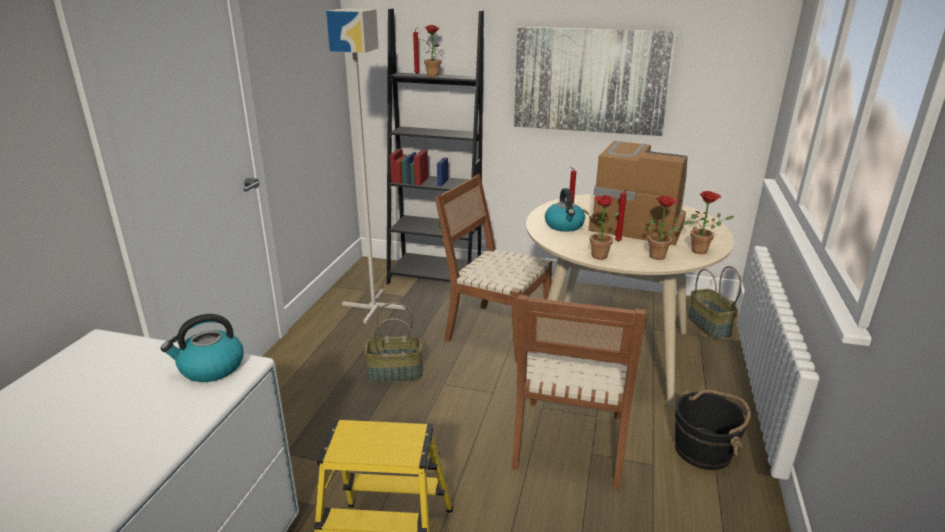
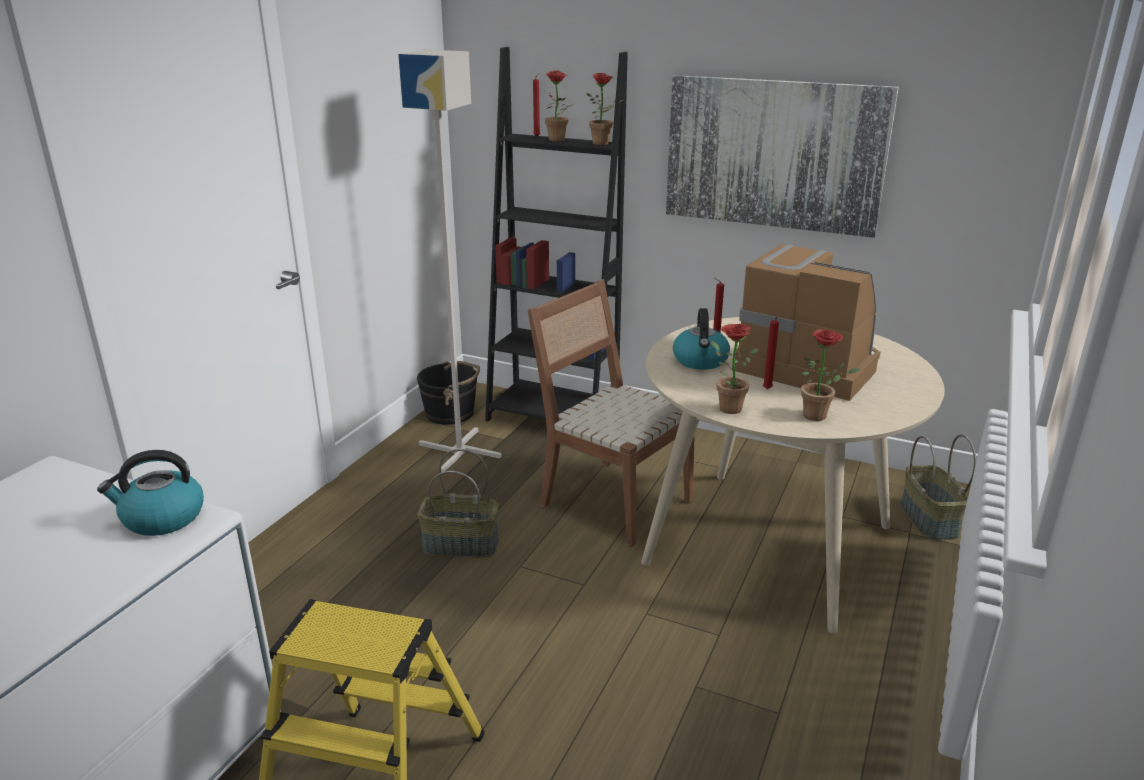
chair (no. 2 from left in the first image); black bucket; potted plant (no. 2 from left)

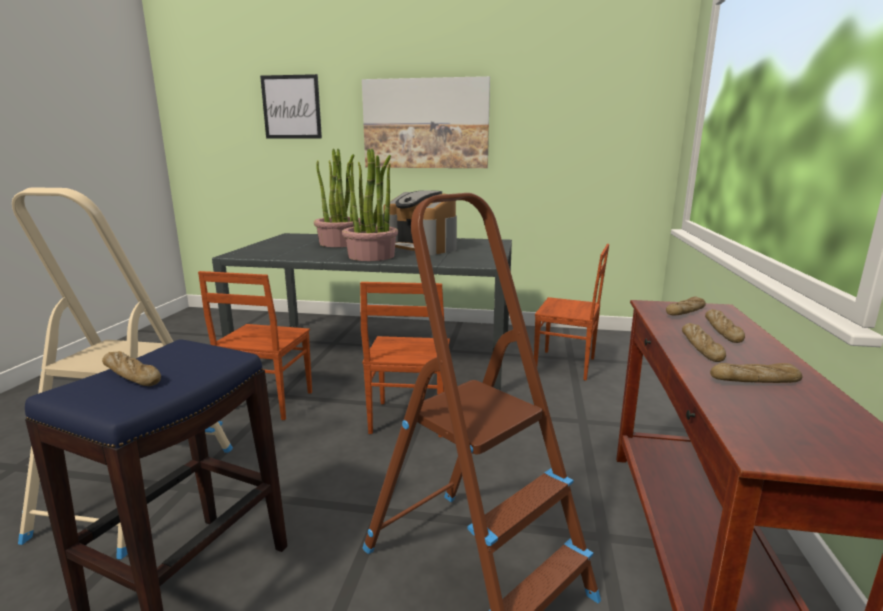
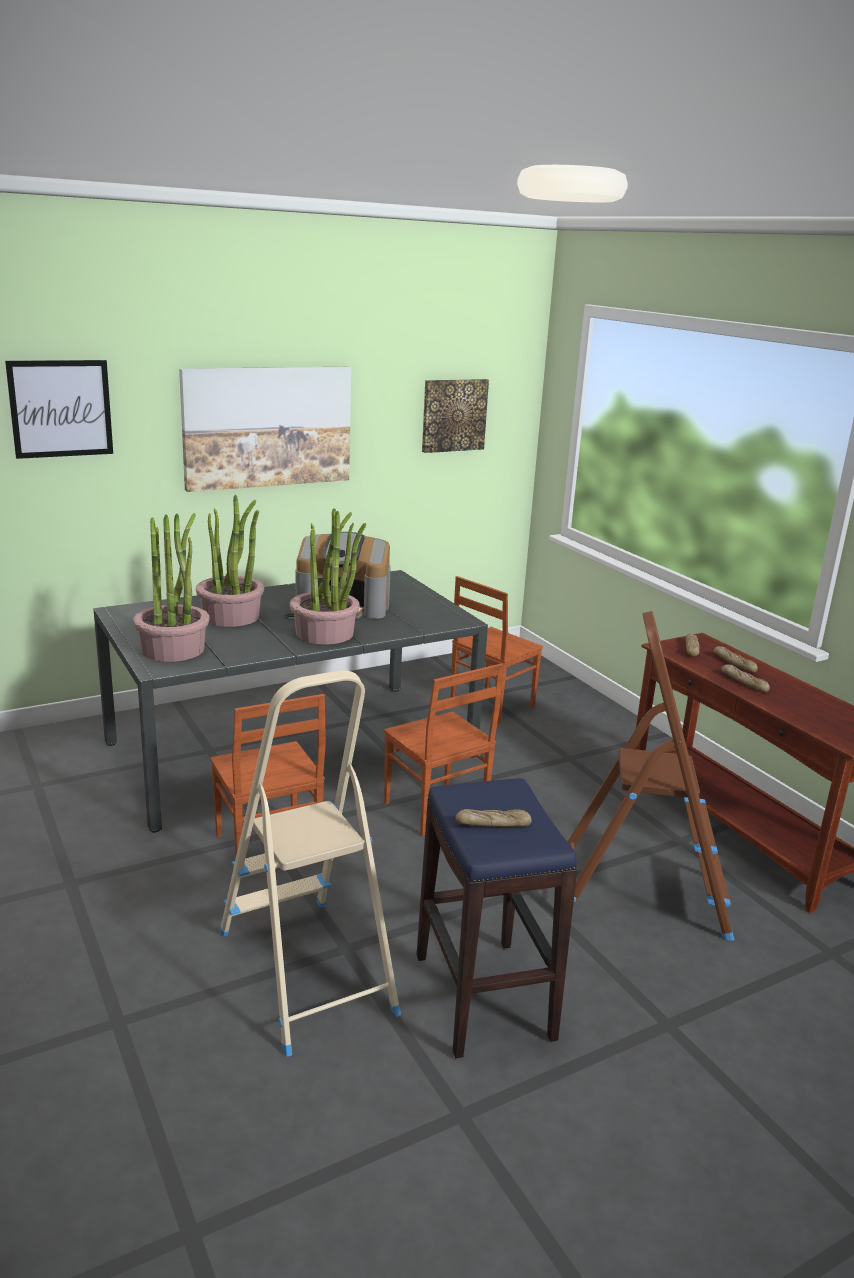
brown chair (no. 3 from left); bread (no. 5 from left in the first image); potted plant (no. 1 from left); picture (no. 3 from left)

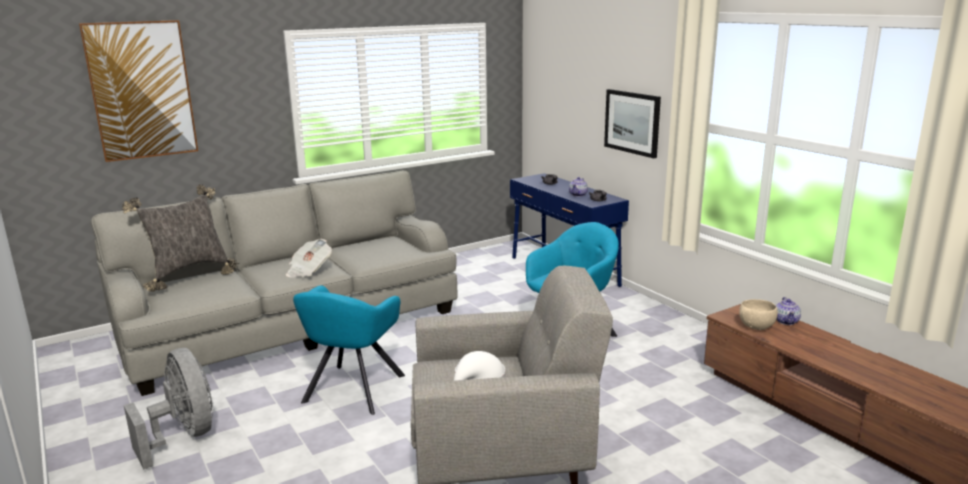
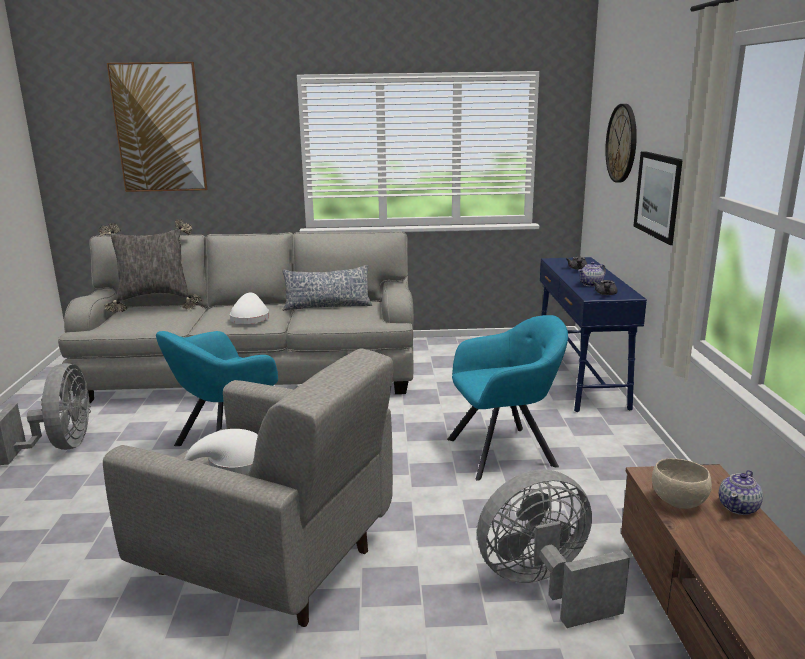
white hat (no. 2 from left); pillow (no. 2 from left); grey fan (no. 2 from left); wall clock

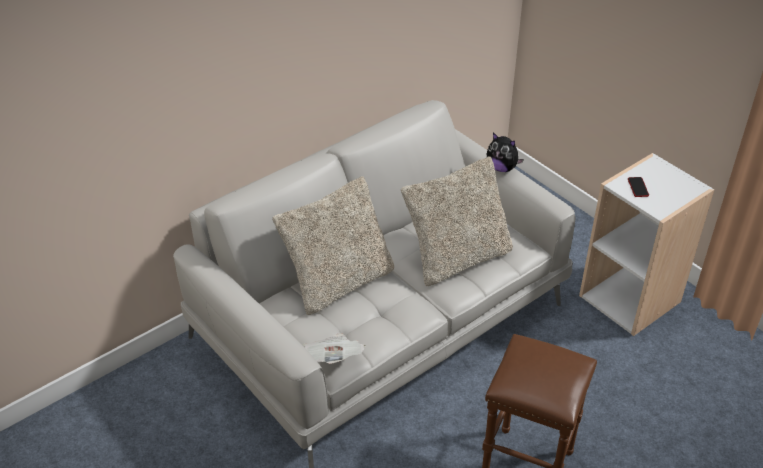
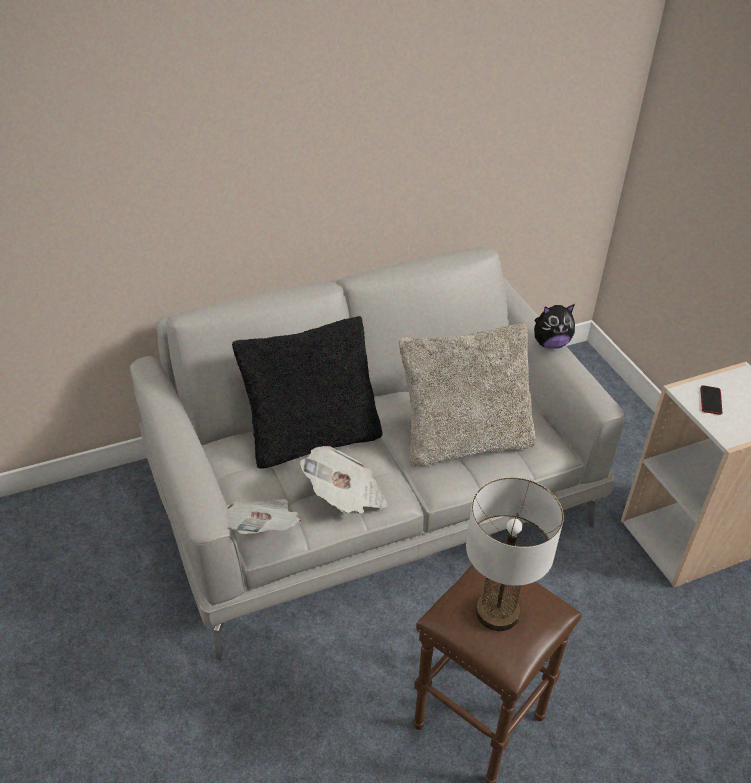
black pillow; plush toy; newspaper (no. 2 from left); table lamp

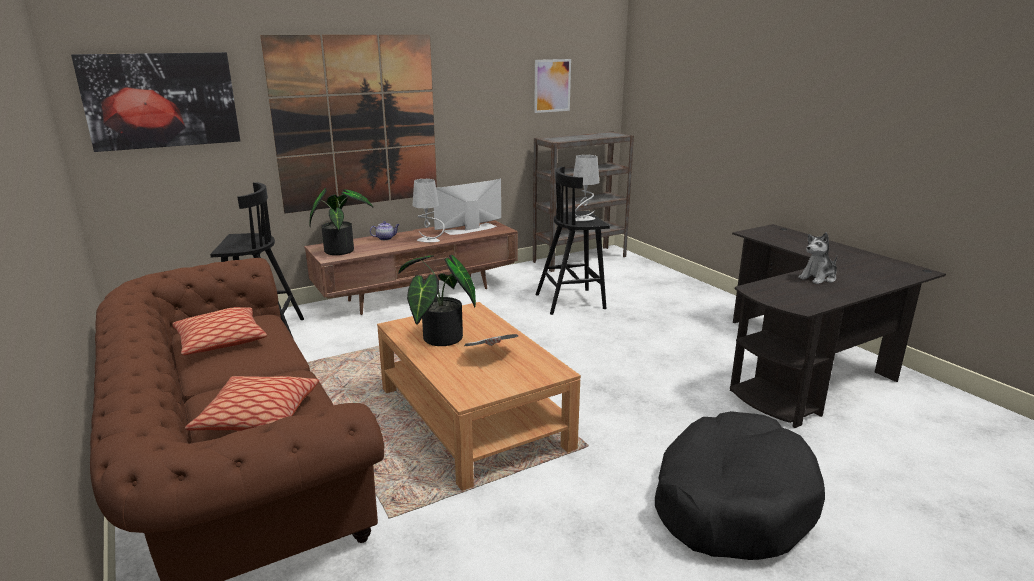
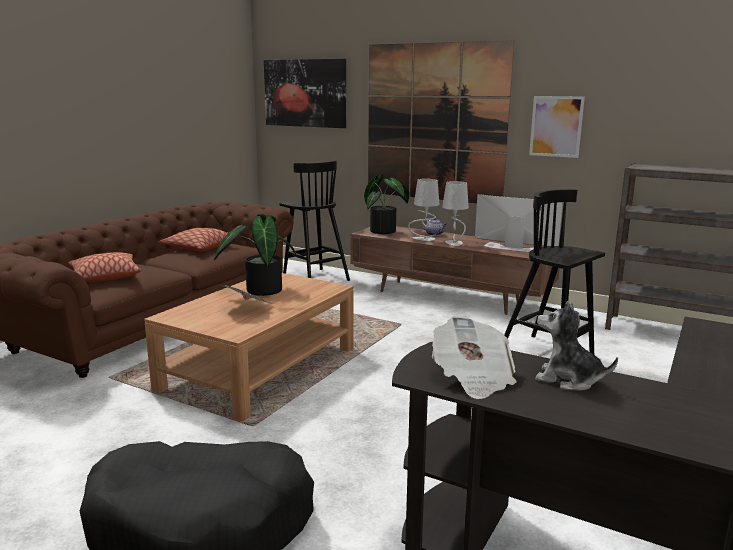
picture (no. 3 from left); grey table lamp (no. 1 from left); newspaper (no. 2 from left)

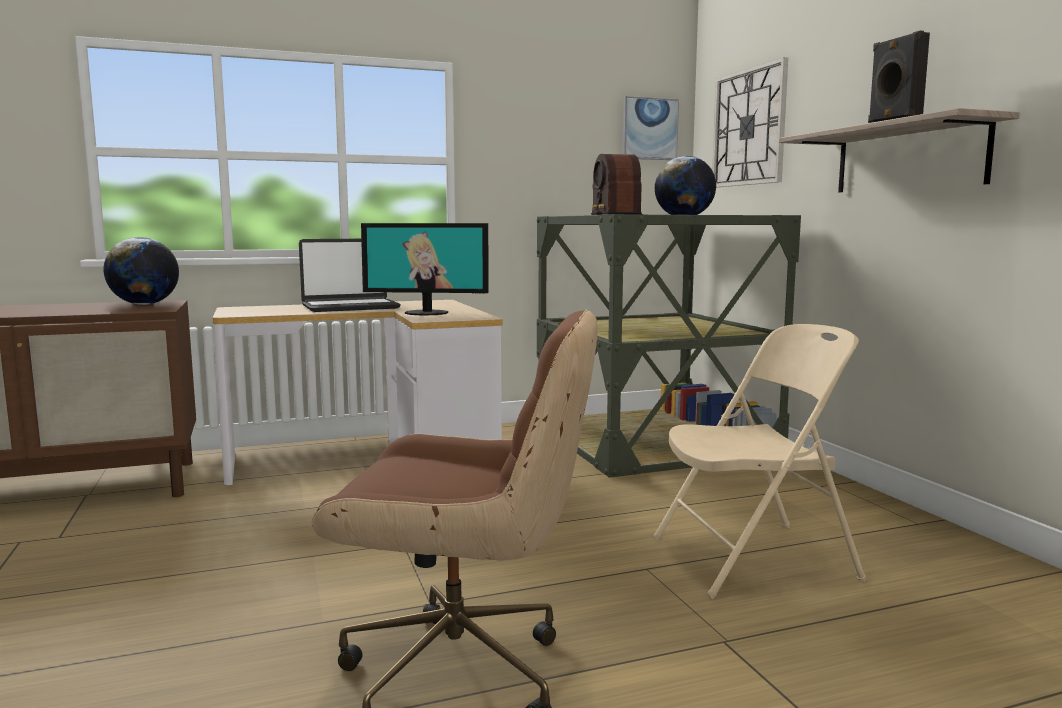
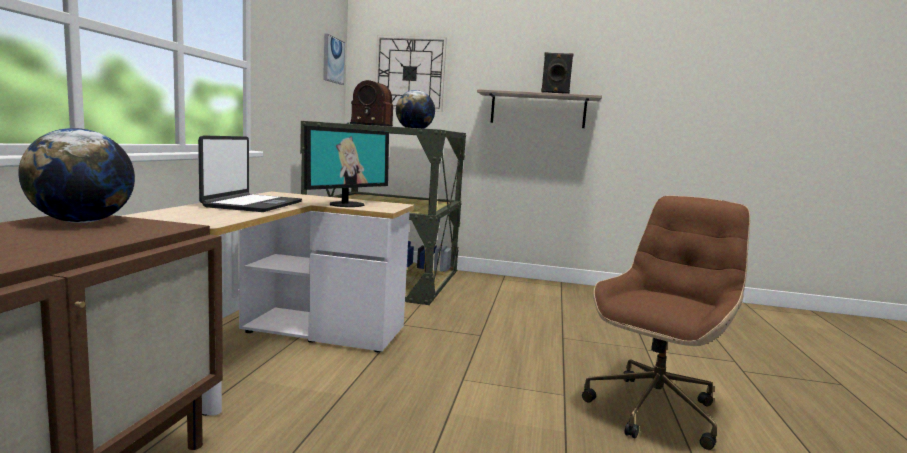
beige chair

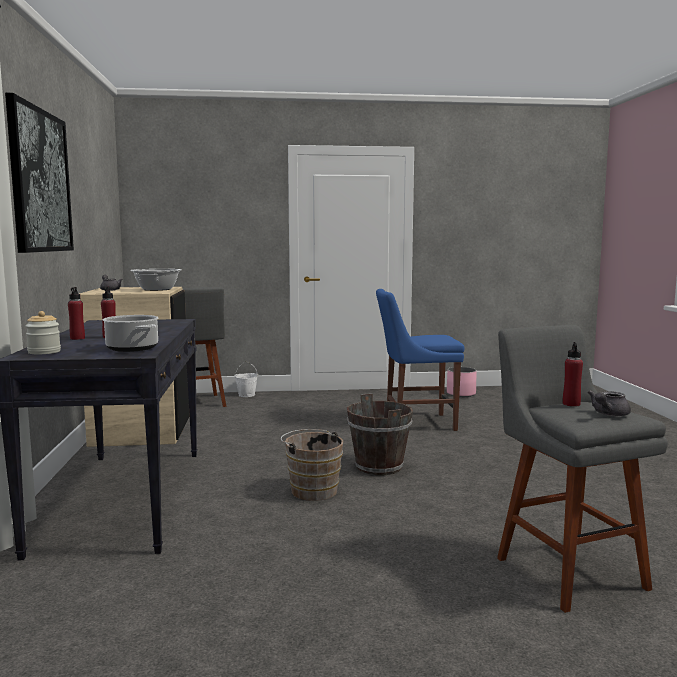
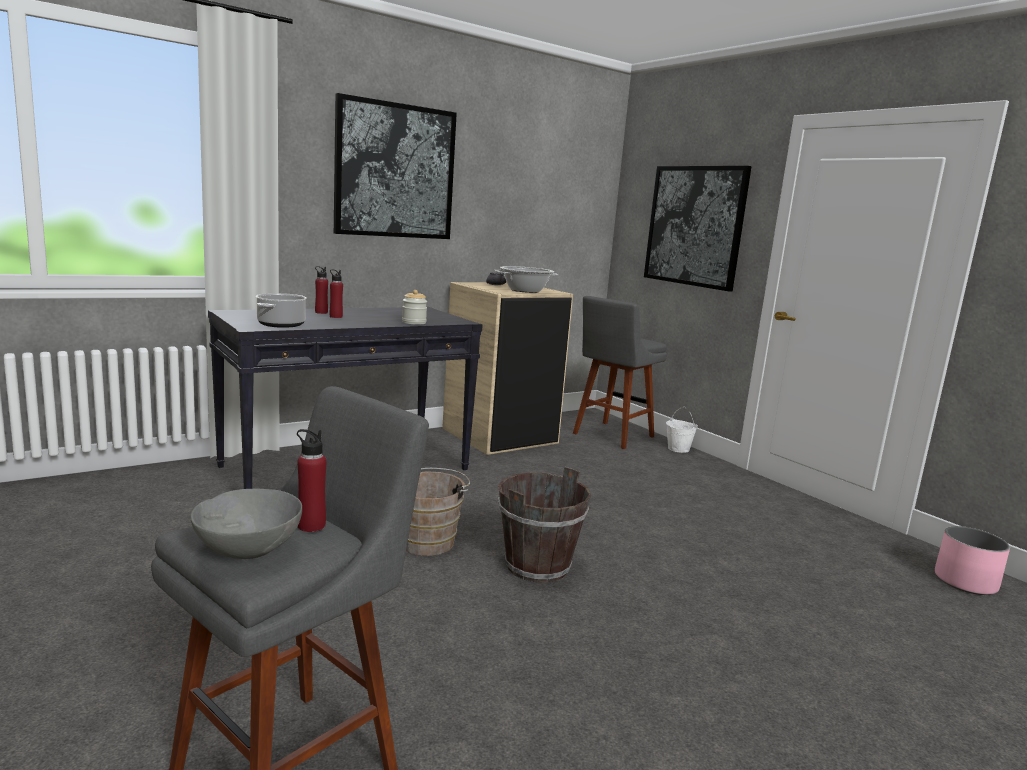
jar; blue chair; grey bowl; picture (no. 2 from left)

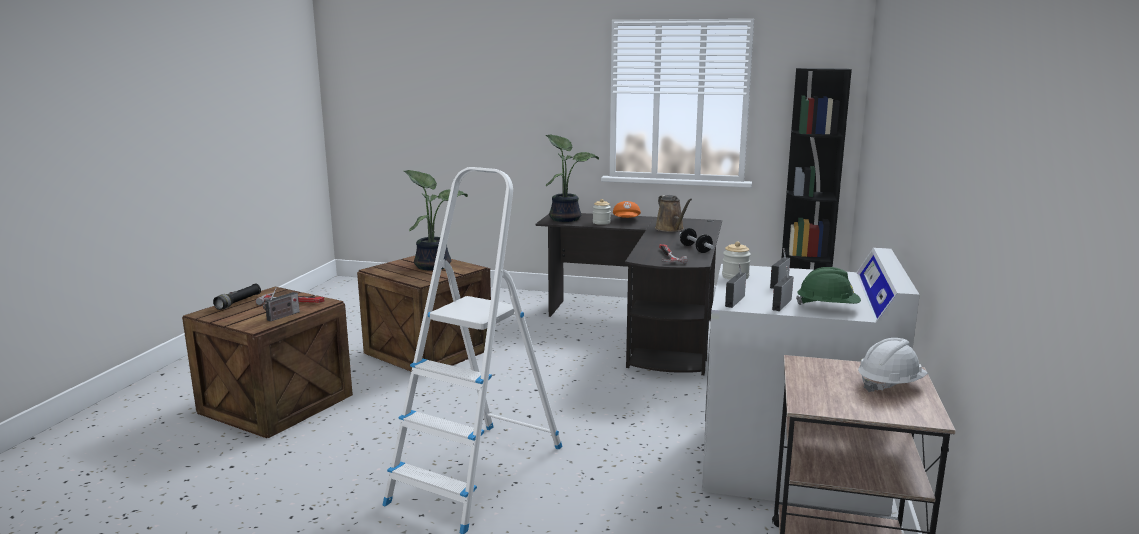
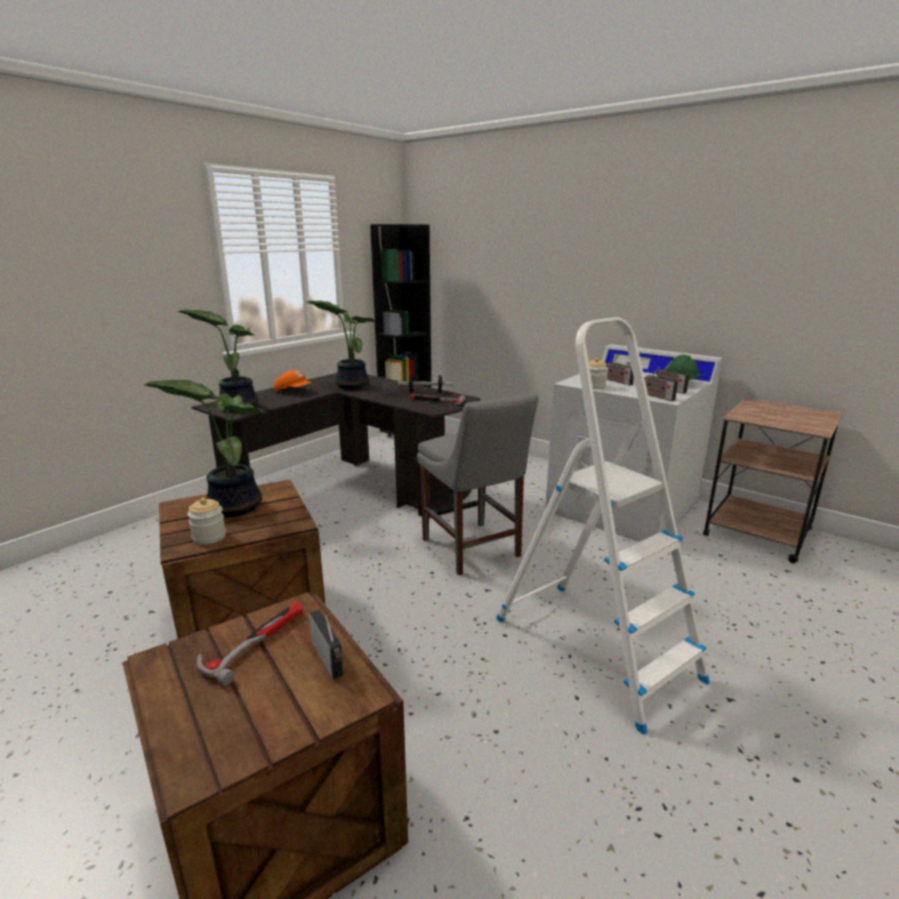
black flashlight; jar (no. 1 from left); potted plant (no. 3 from left); white hard hat; grey chair

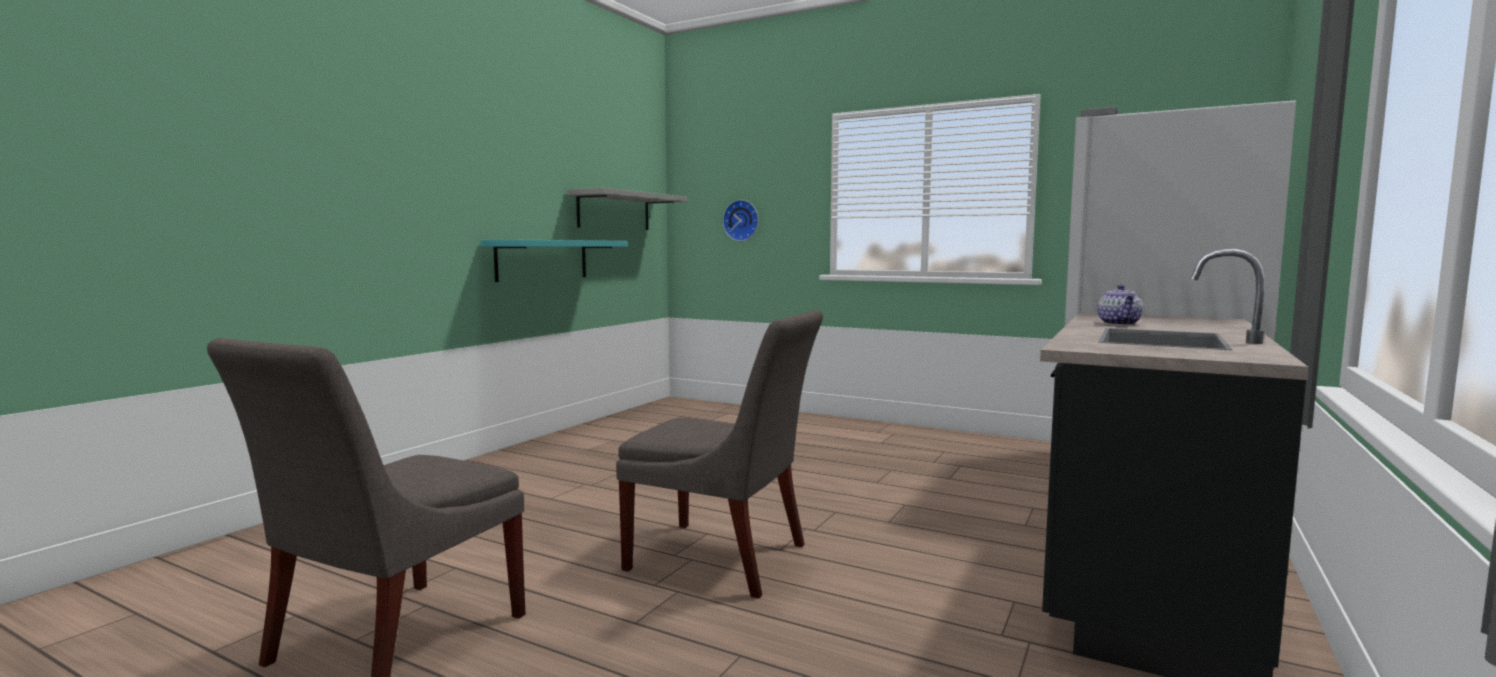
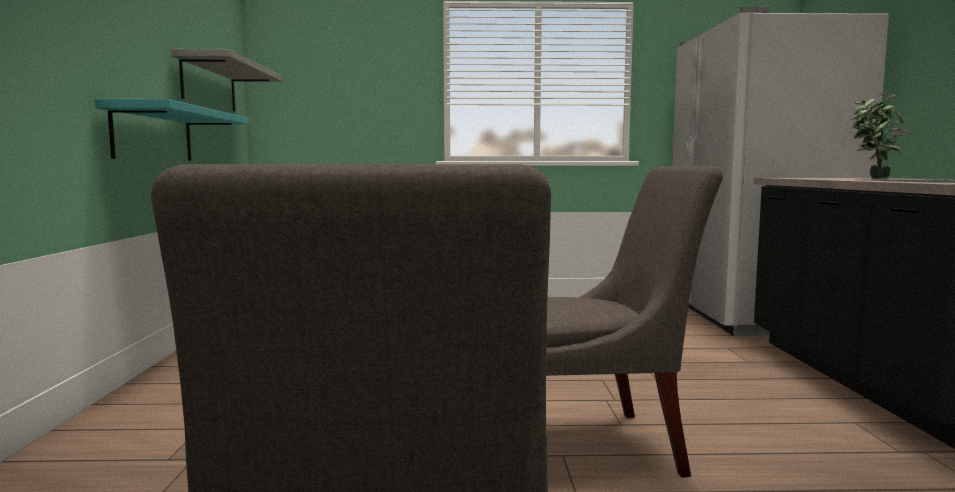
wall clock; teapot; potted plant

